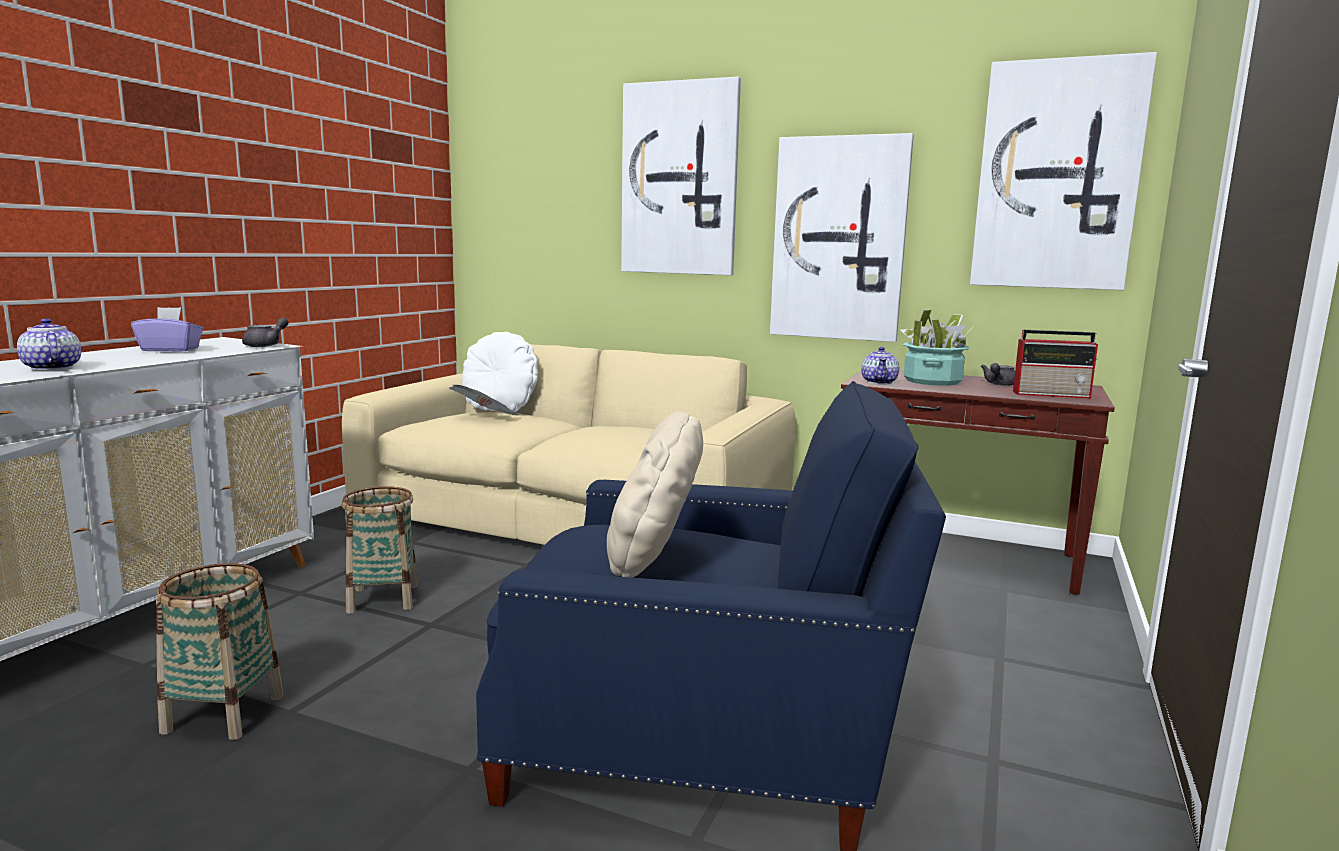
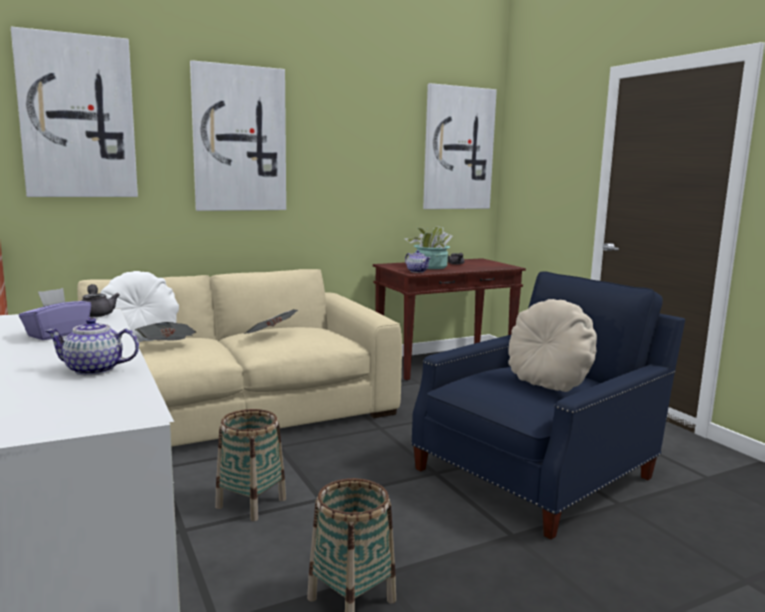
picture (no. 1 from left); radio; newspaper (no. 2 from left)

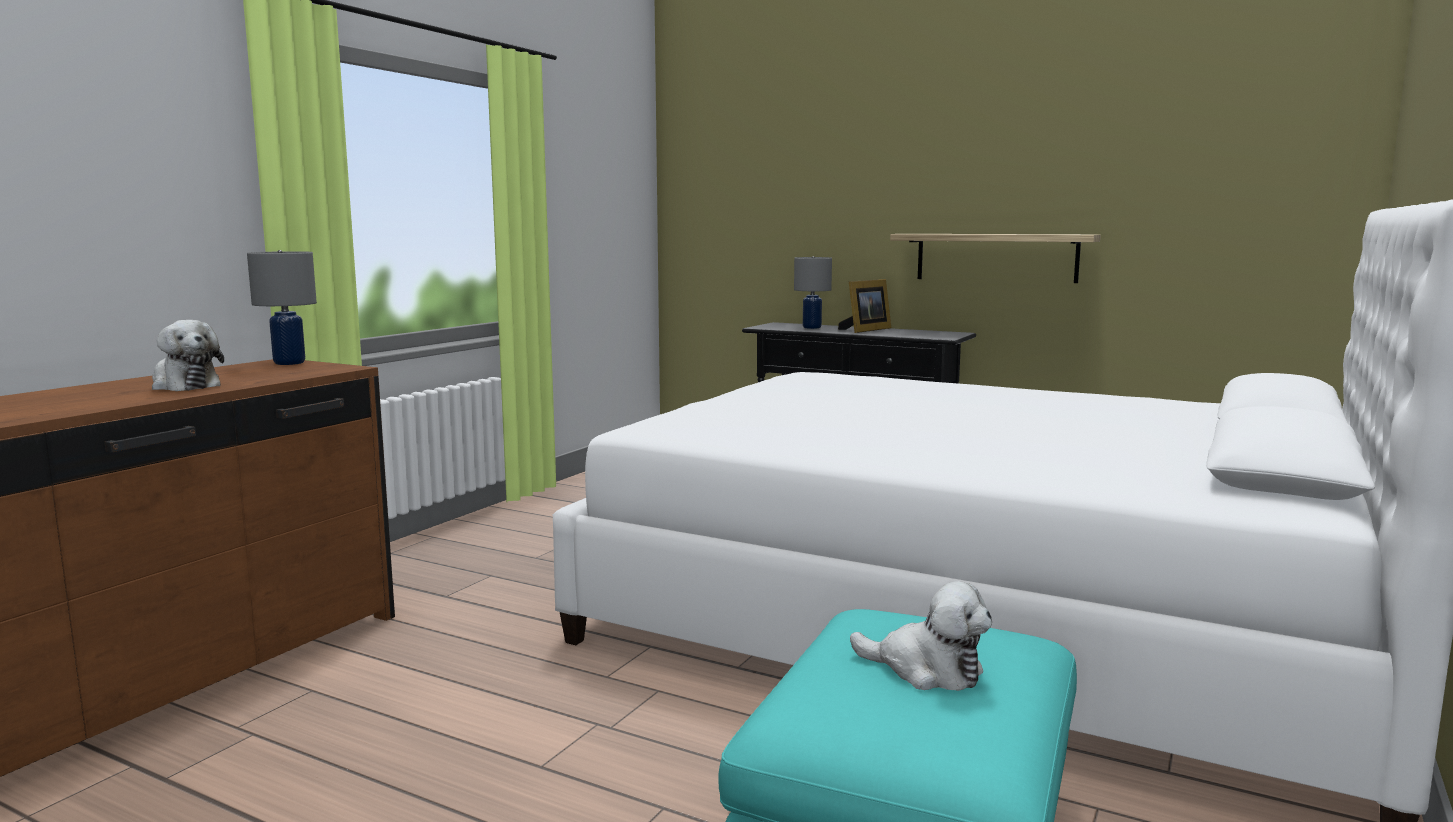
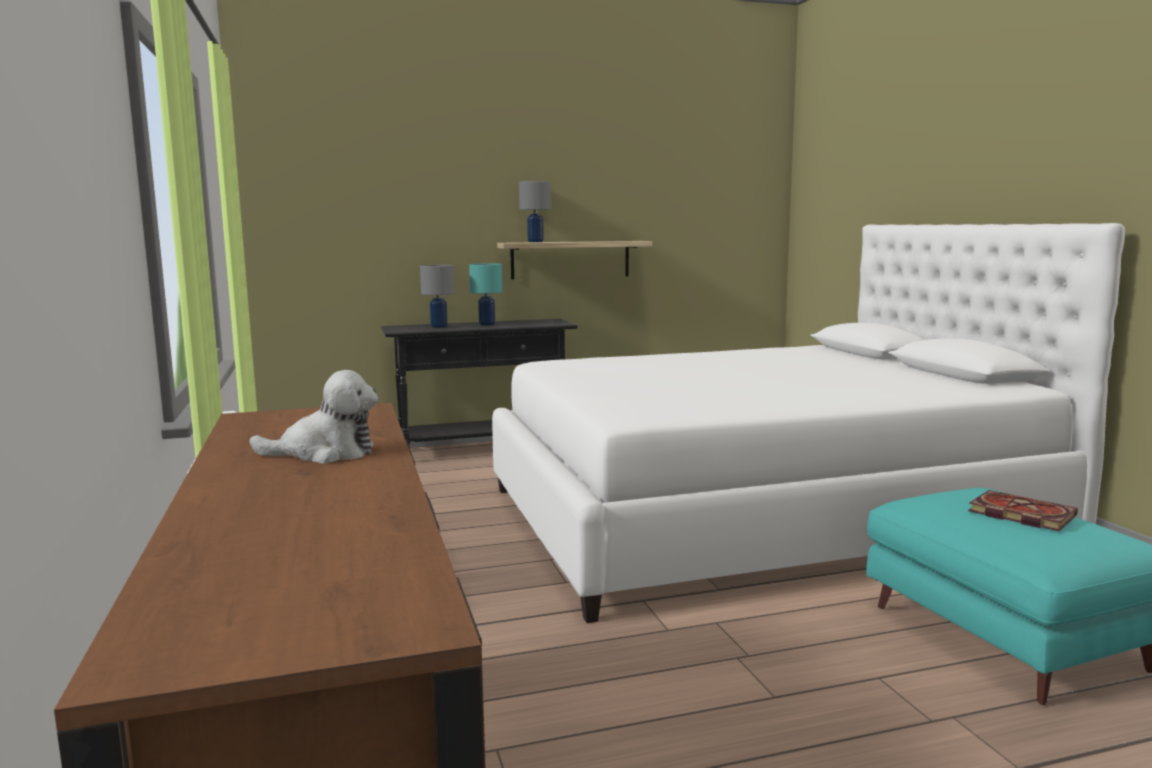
grey table lamp (no. 2 from left); turquoise table lamp; book

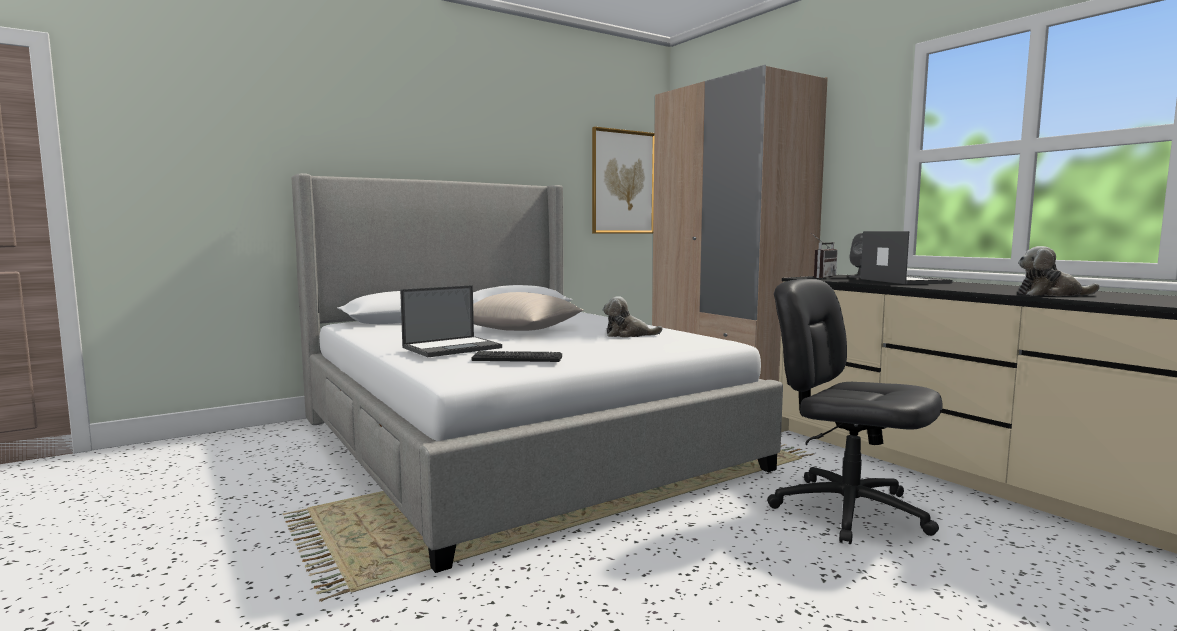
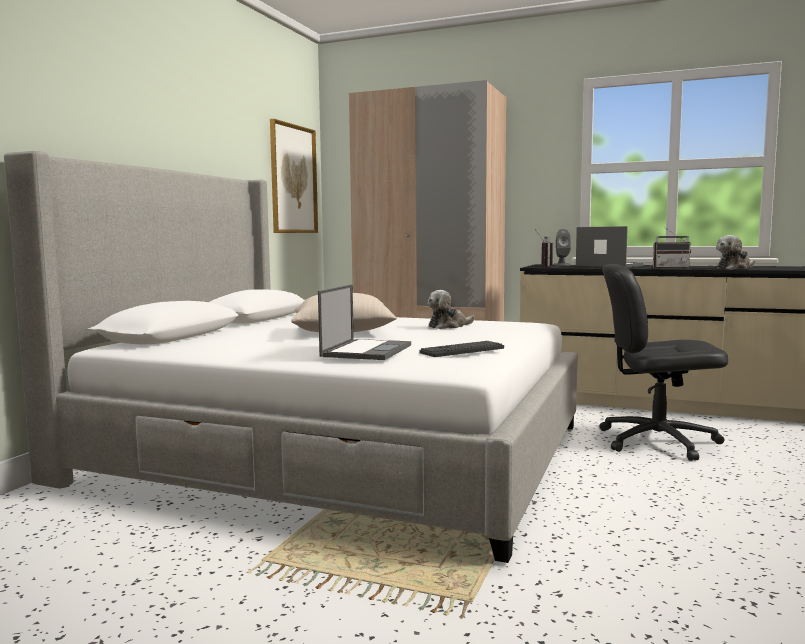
radio (no. 2 from left)

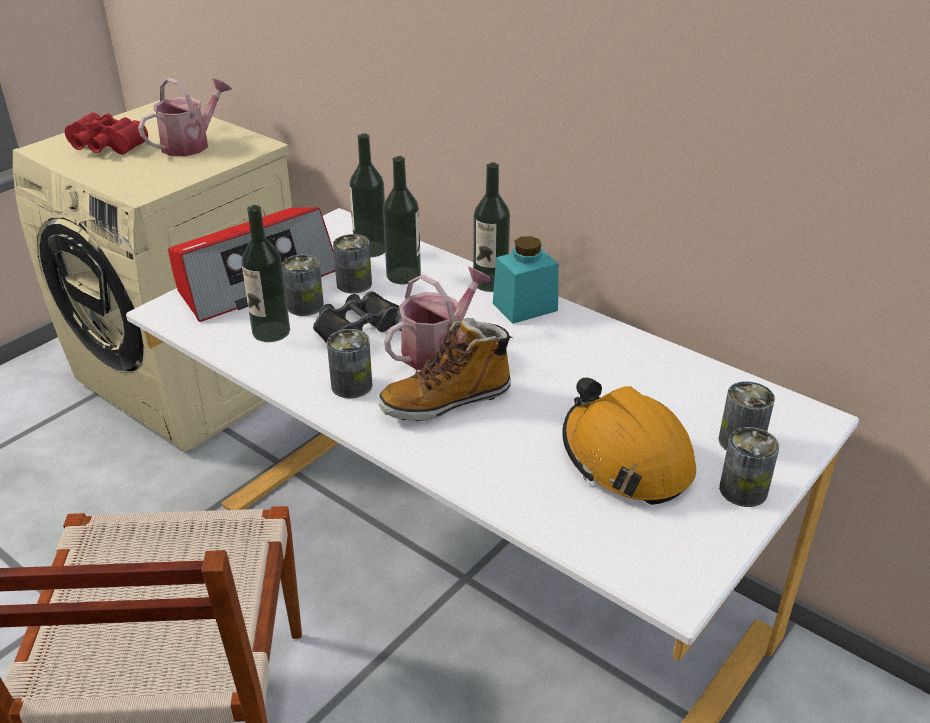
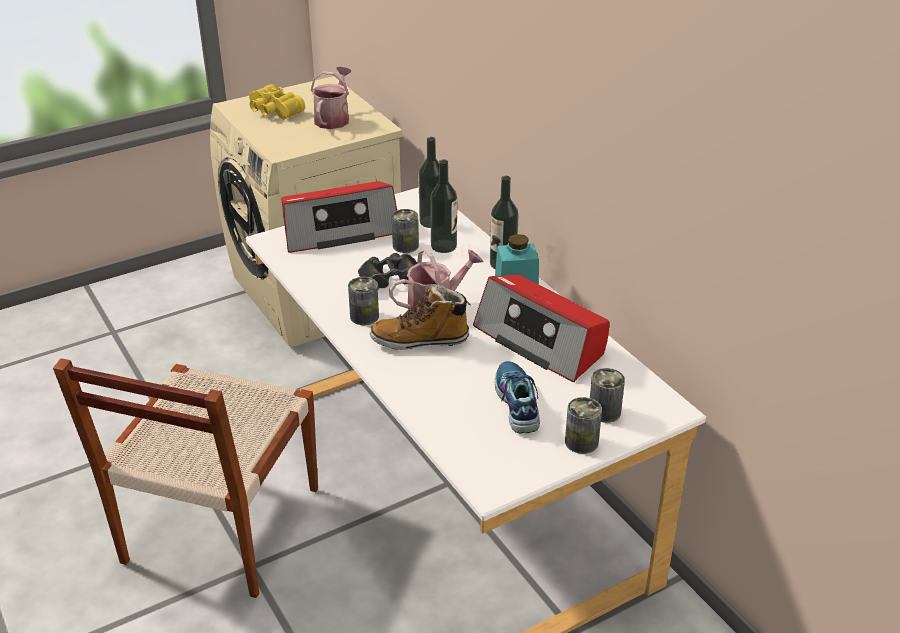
yellow binoculars; watering can (no. 1 from left); bottle (no. 1 from left in the first image); can (no. 1 from left in the first image); shoe; radio (no. 2 from left)

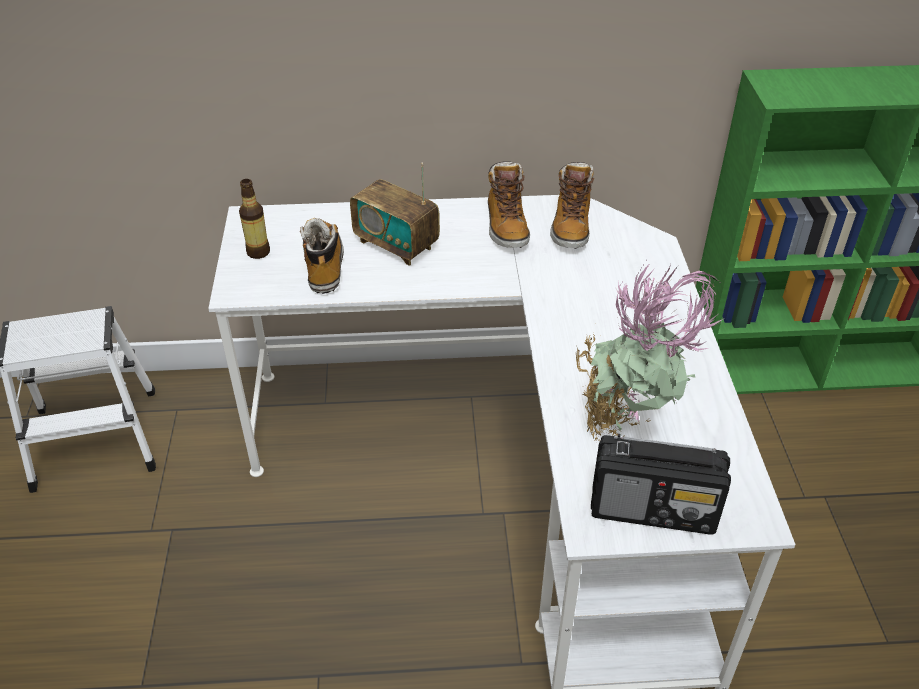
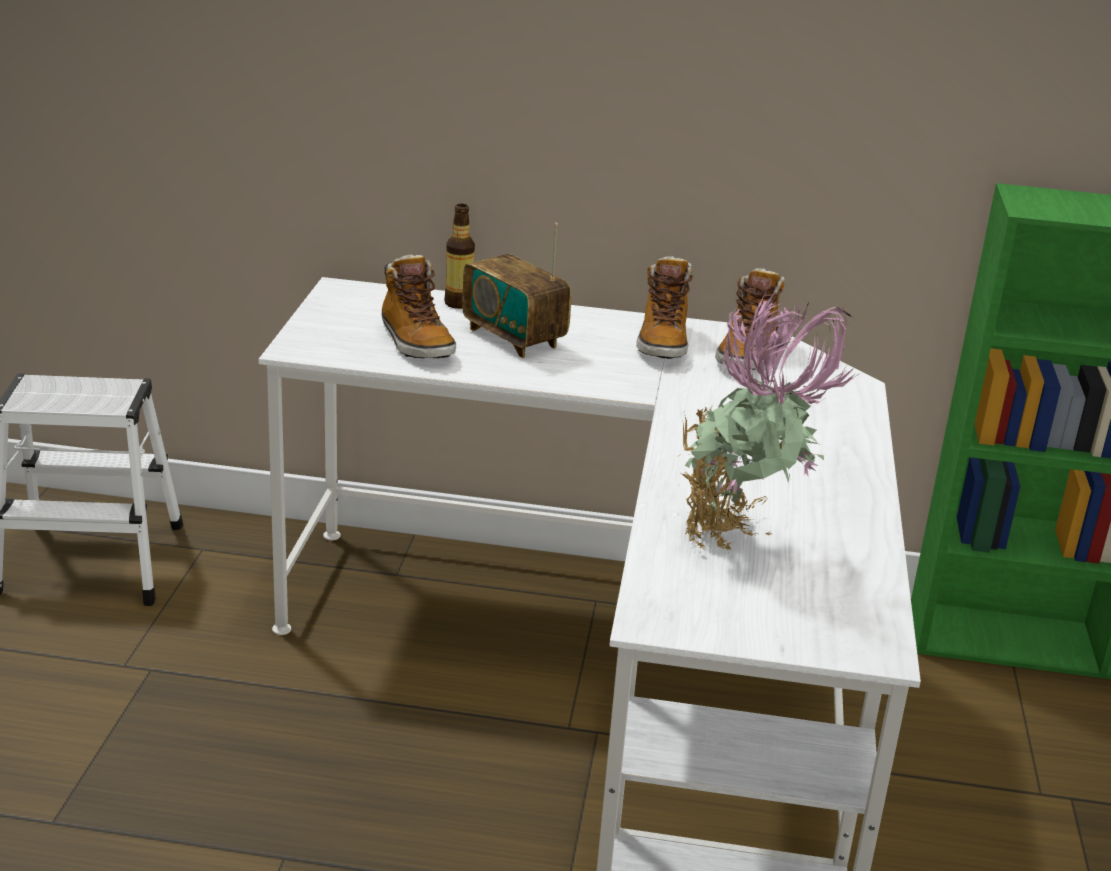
bottle; boot (no. 1 from left); radio (no. 2 from left in the first image)

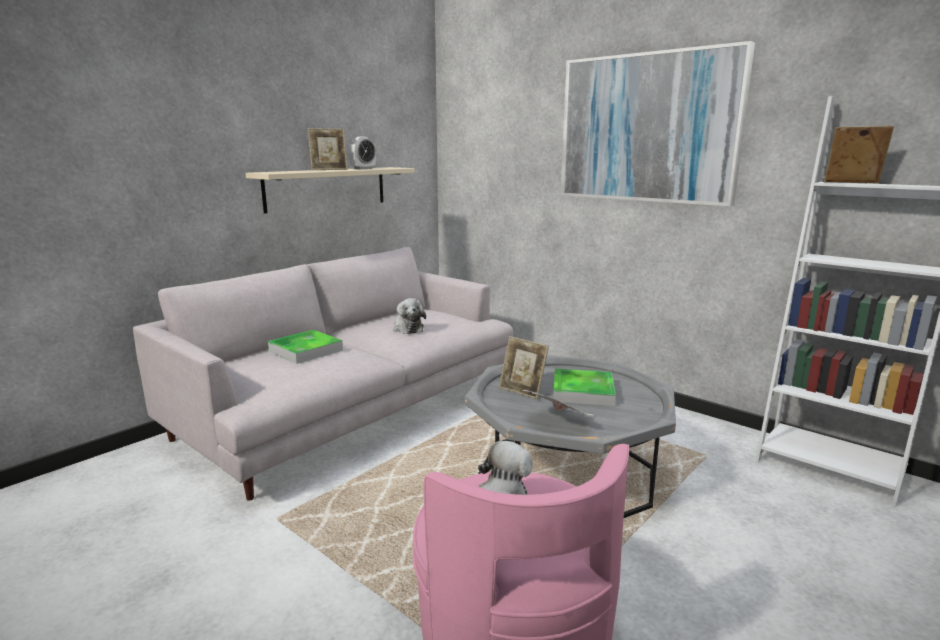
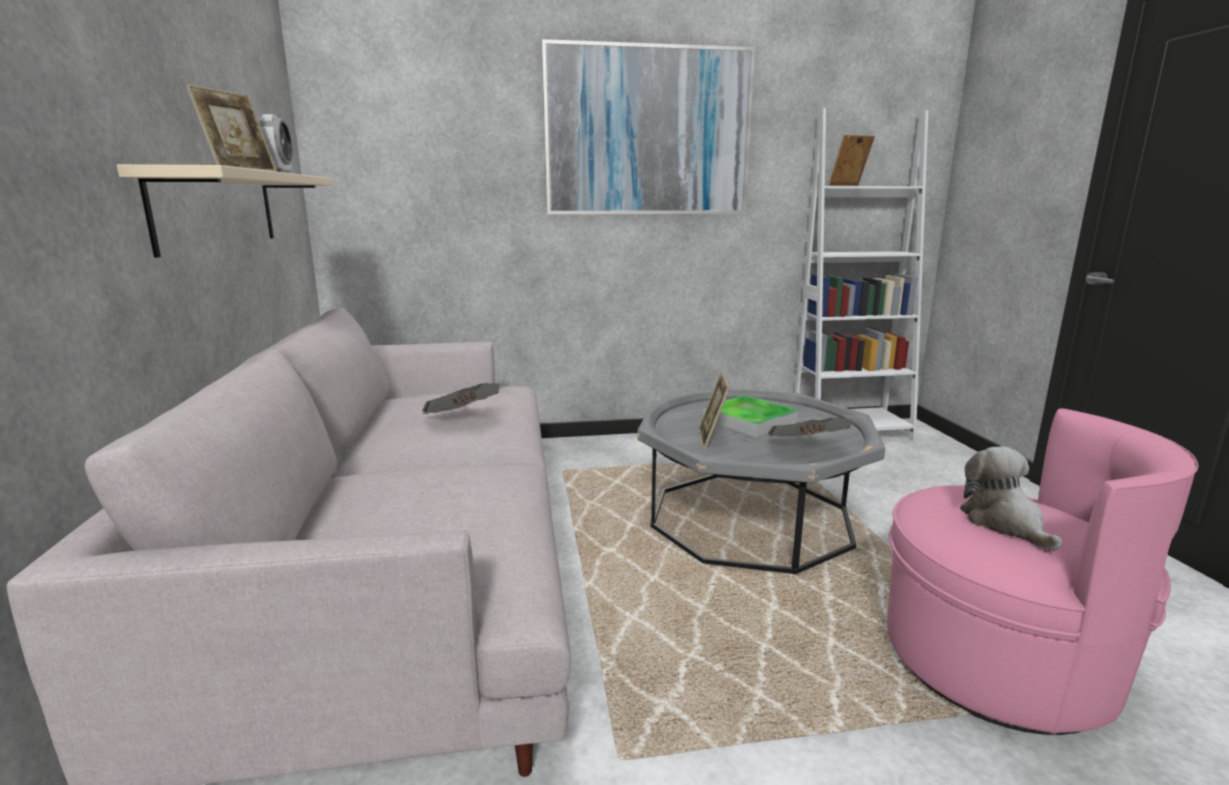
tray (no. 1 from left in the first image); newspaper (no. 1 from left); picture frame (no. 2 from left)

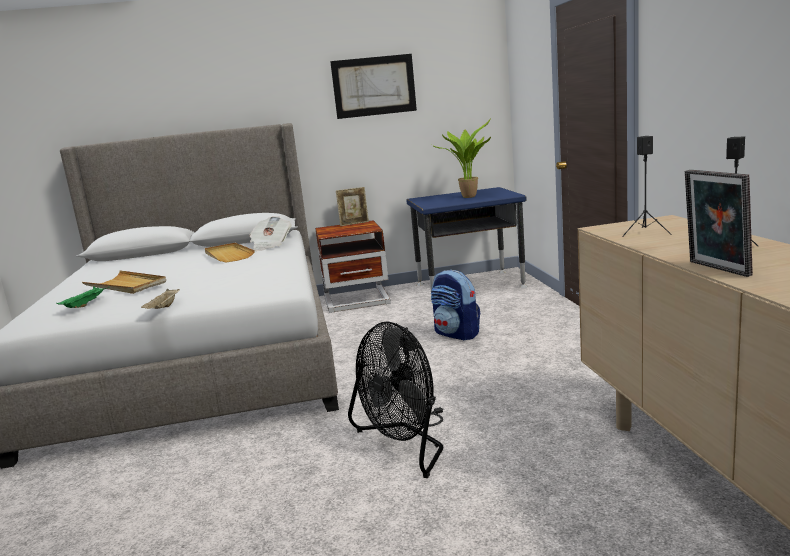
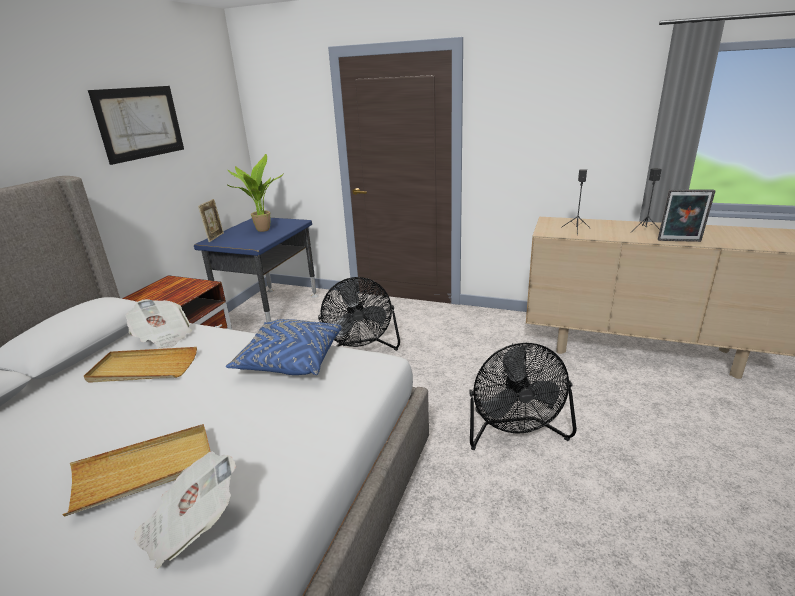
newspaper (no. 2 from left); beige tray (no. 2 from left in the first image); picture frame (no. 1 from left); black fan (no. 1 from left); blue pillow

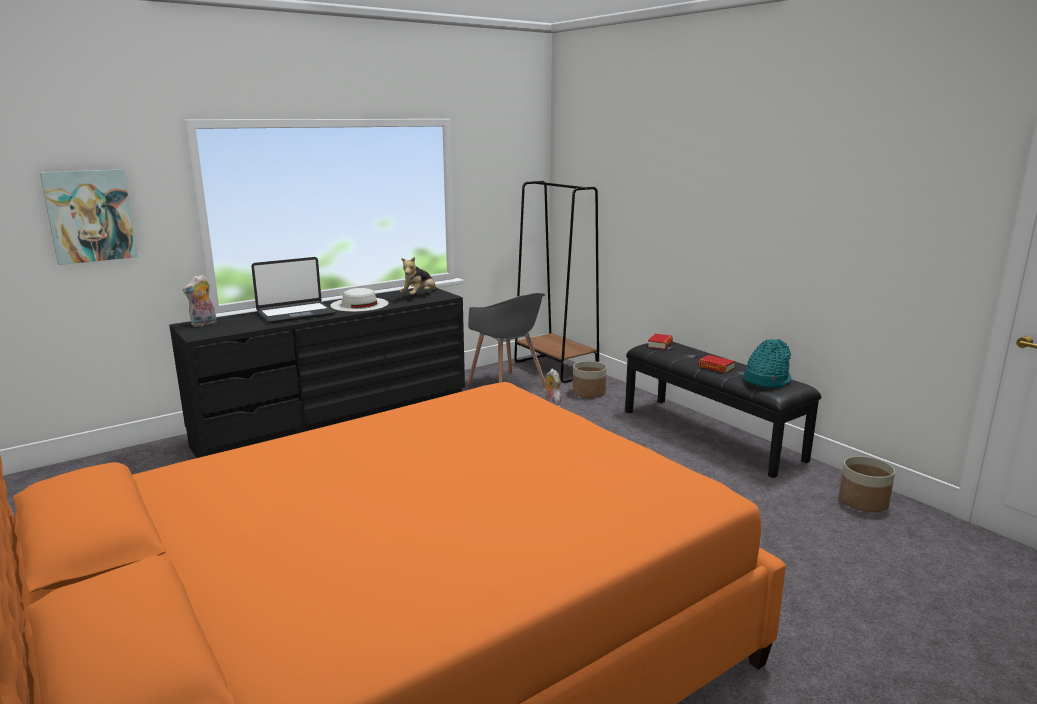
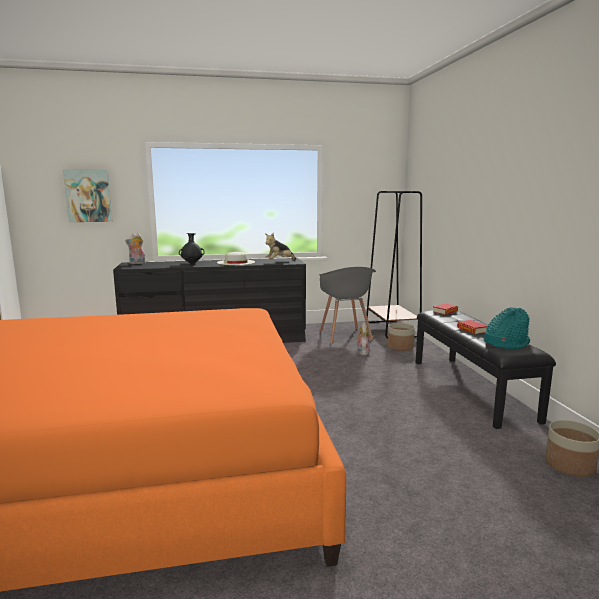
black vase

